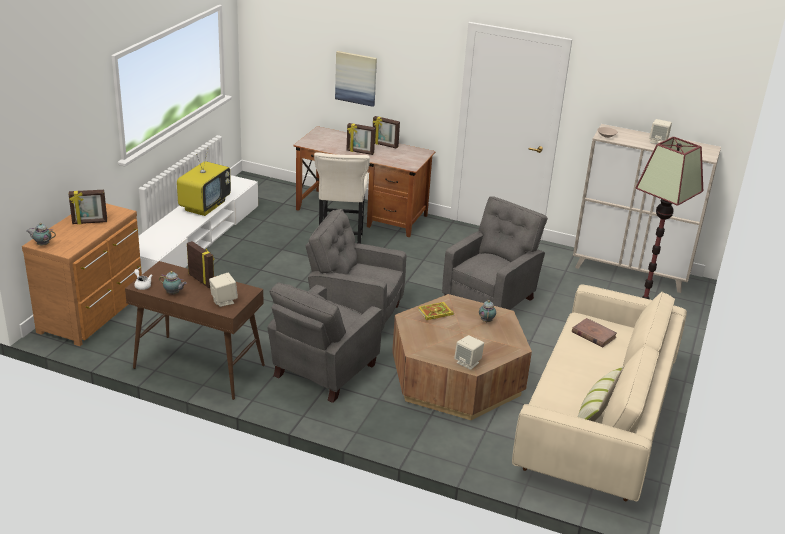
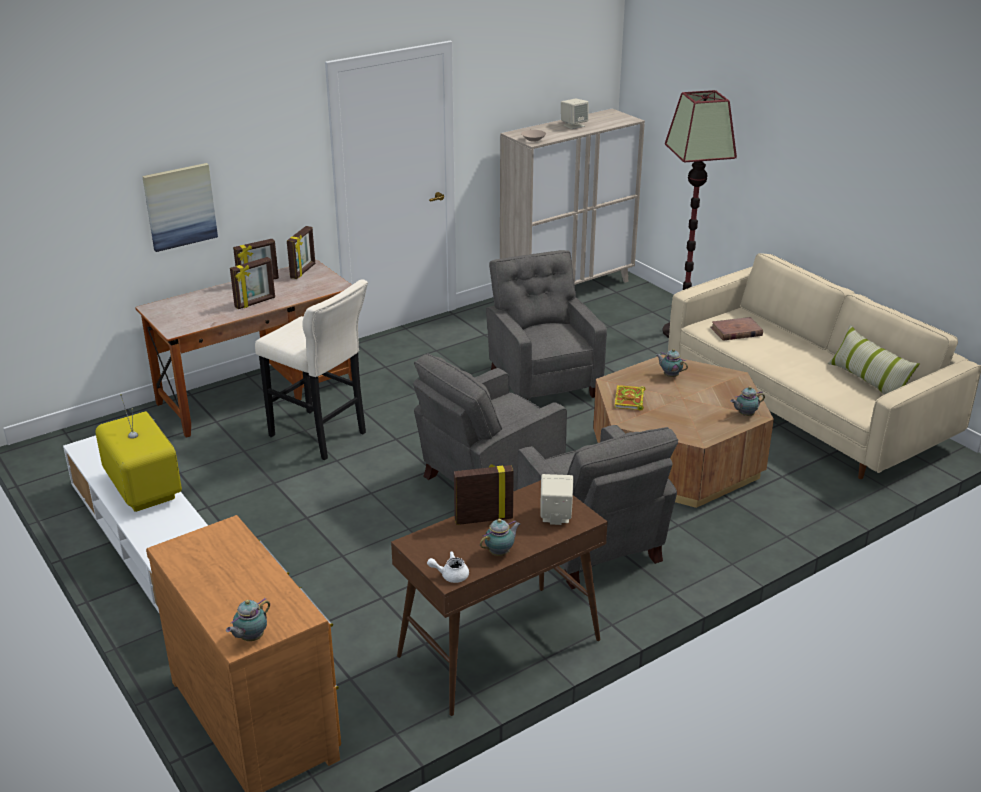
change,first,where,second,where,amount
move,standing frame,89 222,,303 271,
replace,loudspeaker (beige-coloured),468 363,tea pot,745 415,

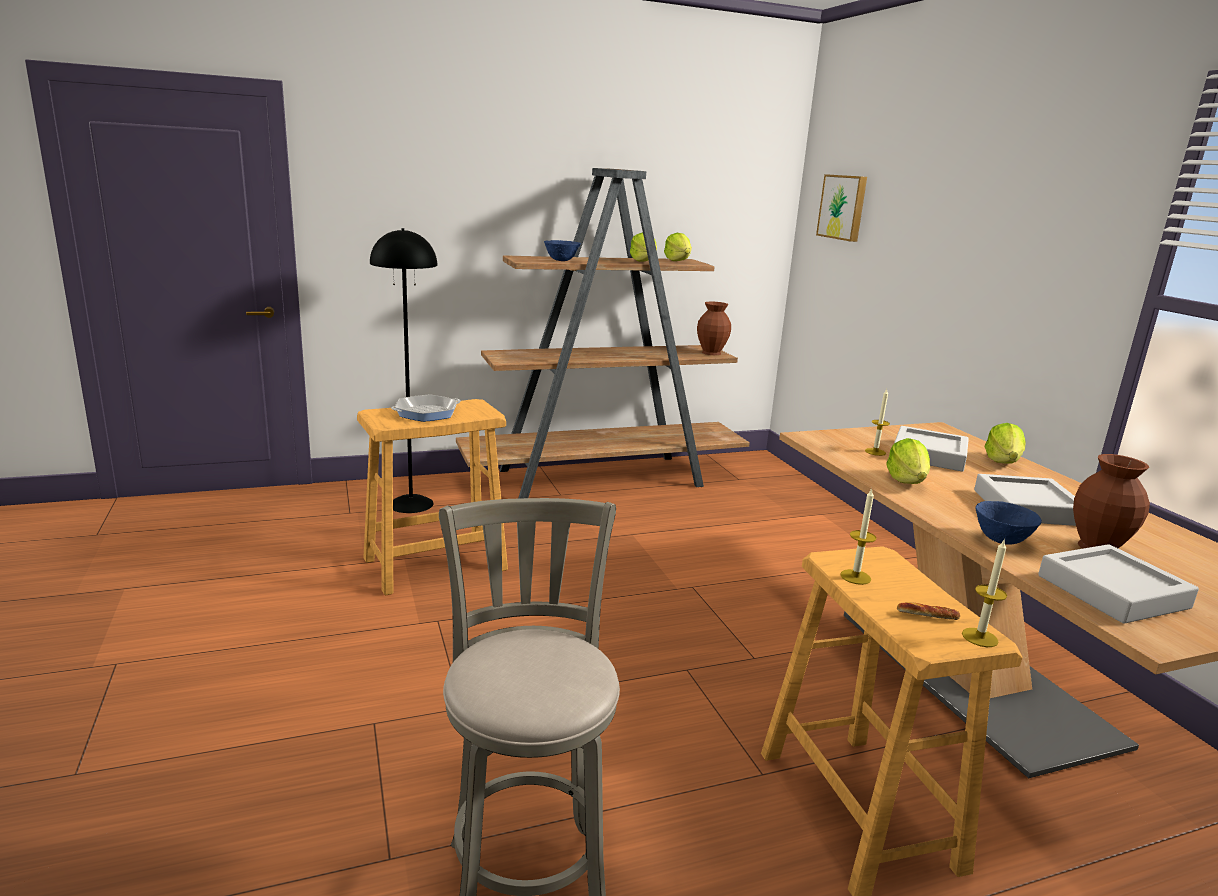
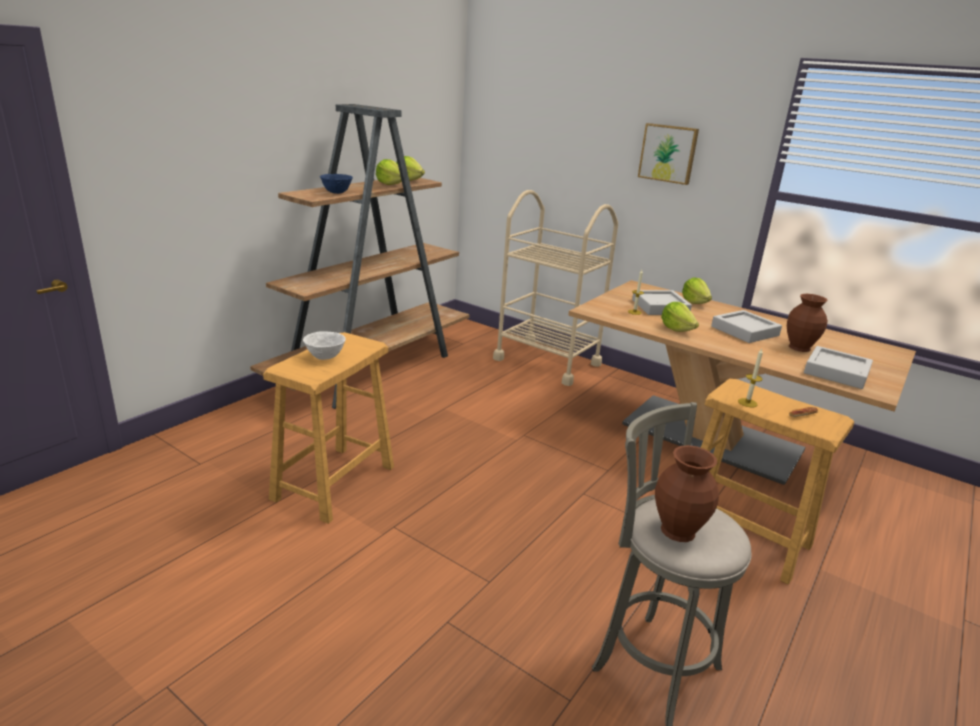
change,first,where,second,where,amount
delete,standard lamp (black-coloured),411 503,,,
delete,wax candle,979 637,,,
delete,deep dish (blue),1001 540,,,
insert,,,cart (beige-coloured),547 361,
move,flower vase (brown-coloured),711 353,,678 531,
move,wall picture,843 207,,668 153,
replace,frying pan,426 413,deep dish (whitish),325 357,

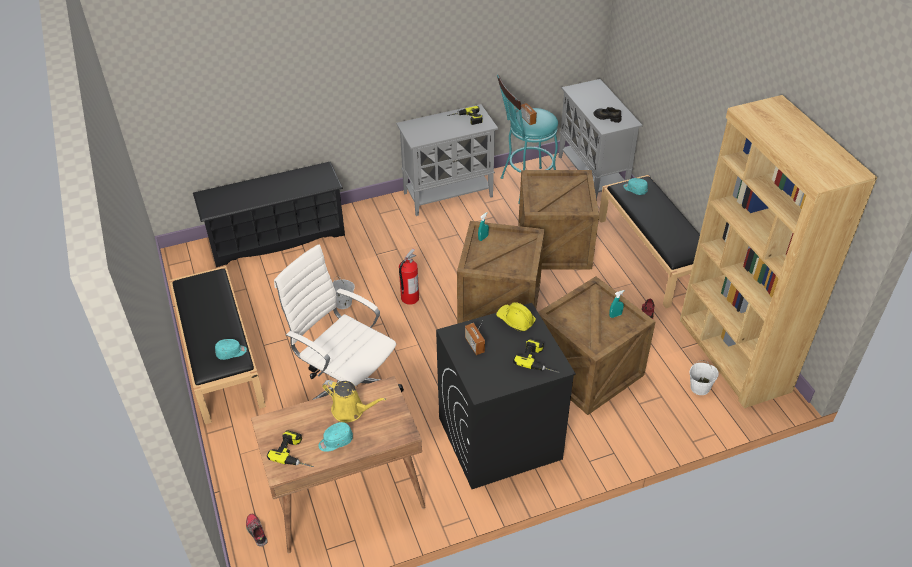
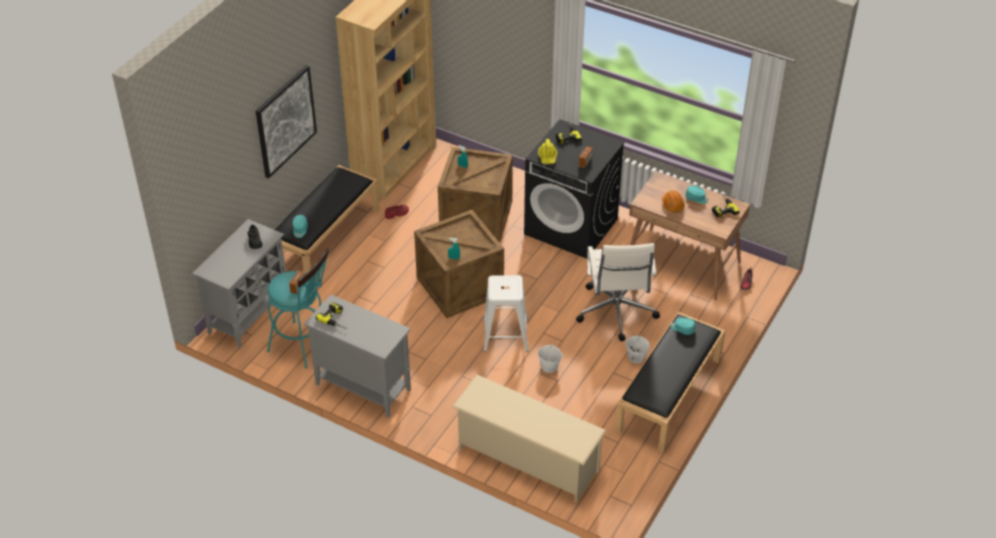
change,first,where,second,where,amount
delete,shipping crate,555 245,,,
insert,,,wall picture,285 121,
move,water bucket (whitish),700 387,,636 357,
replace,watering can (yellowish),351 410,hard hat (orangey),672 205,
replace,fire-fighting cylinder,409 298,stool (whitish),505 335,
recolor,shoe shelf (black-coloured),277 237,shoe shelf (beige-coloured),527 459,

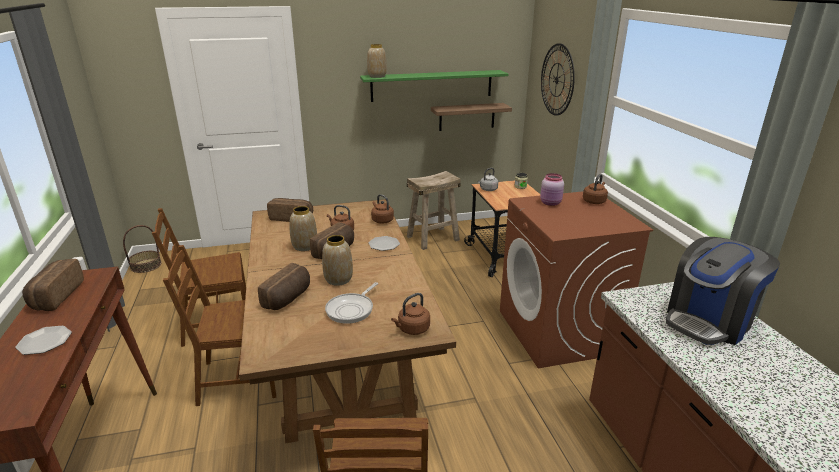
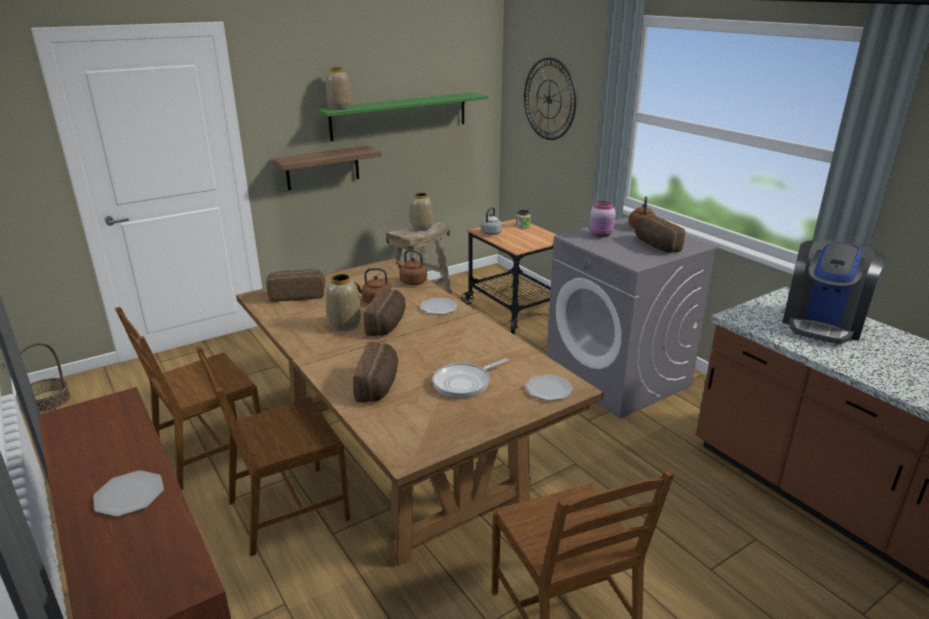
change,first,where,second,where,amount
move,bread,55 296,,655 245,
move,flower vase,338 279,,422 227,
move,shelf,467 117,,322 168,
replace,kettle (brown-coloured),412 329,flat dish,548 389,
recolor,laundry appliance (brown-coloured),559 332,laundry appliance (gray),618 377,
rotate,frying pan,352 309,,464 383,45 degrees clockwise

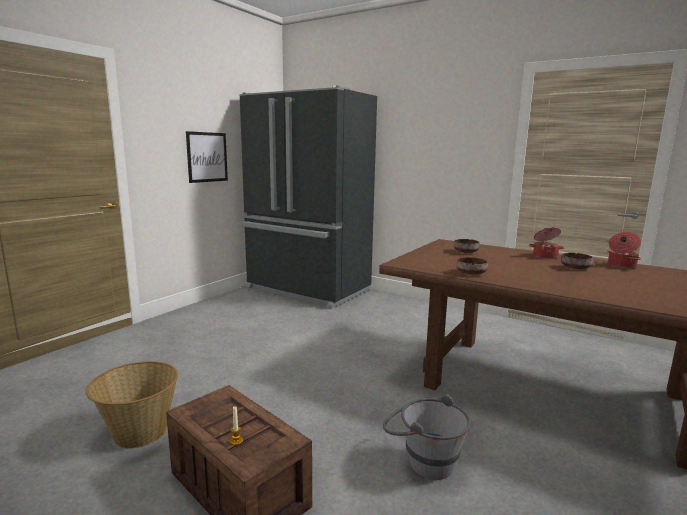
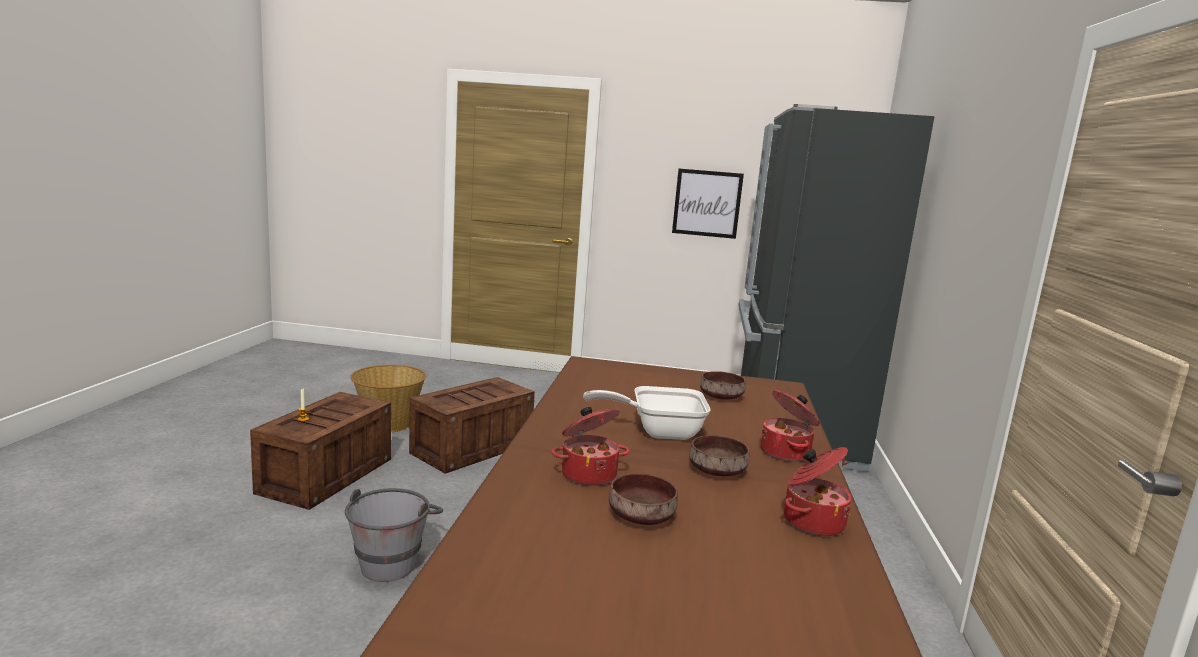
change,first,where,second,where,amount
insert,,,shipping crate,473 447,
insert,,,cooking pot,588 474,
insert,,,frying pan,658 432,
move,deep dish (brown-coloured),471 273,,643 517,

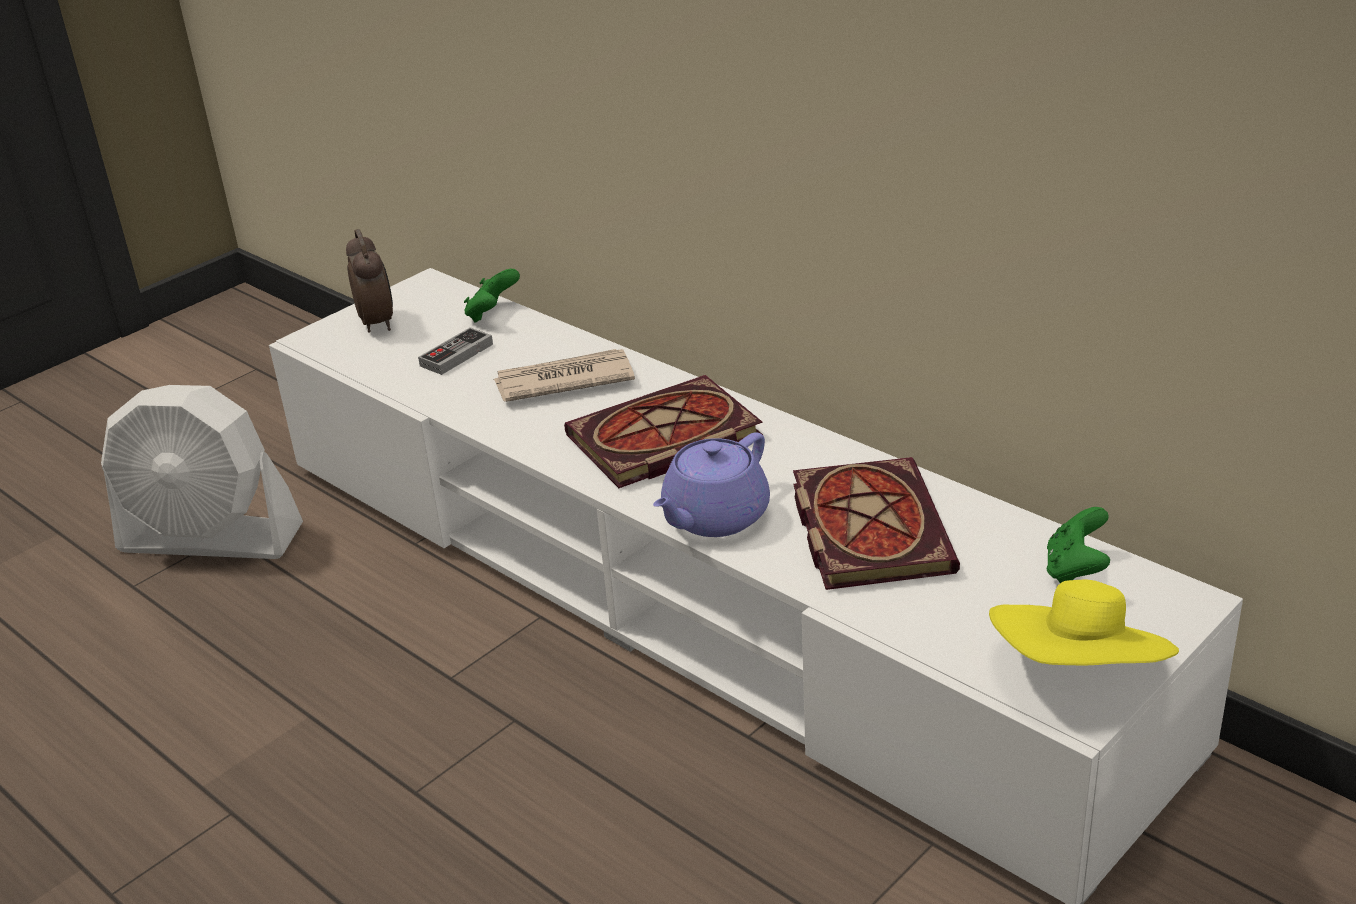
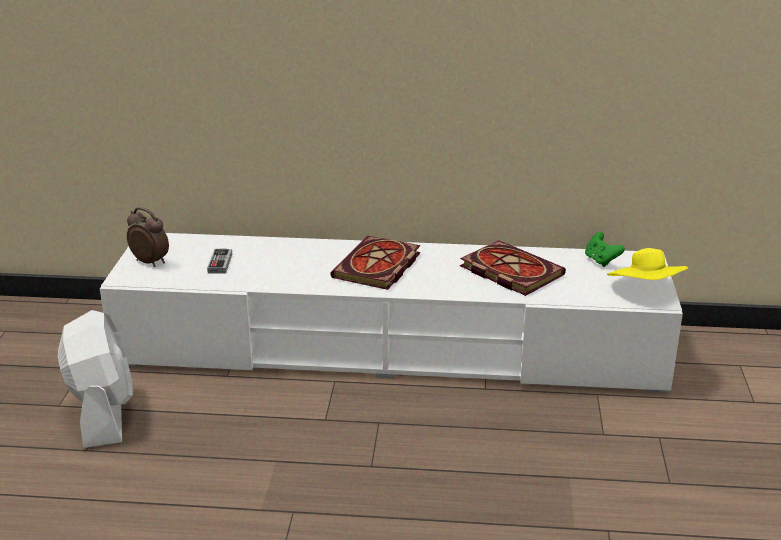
change,first,where,second,where,amount
delete,gamepad (green-coloured),492 314,,,
delete,daily paper,563 381,,,
delete,tea pot (purplish),714 517,,,
rotate,electric fan (whitish),211 539,,103 413,75 degrees counterclockwise

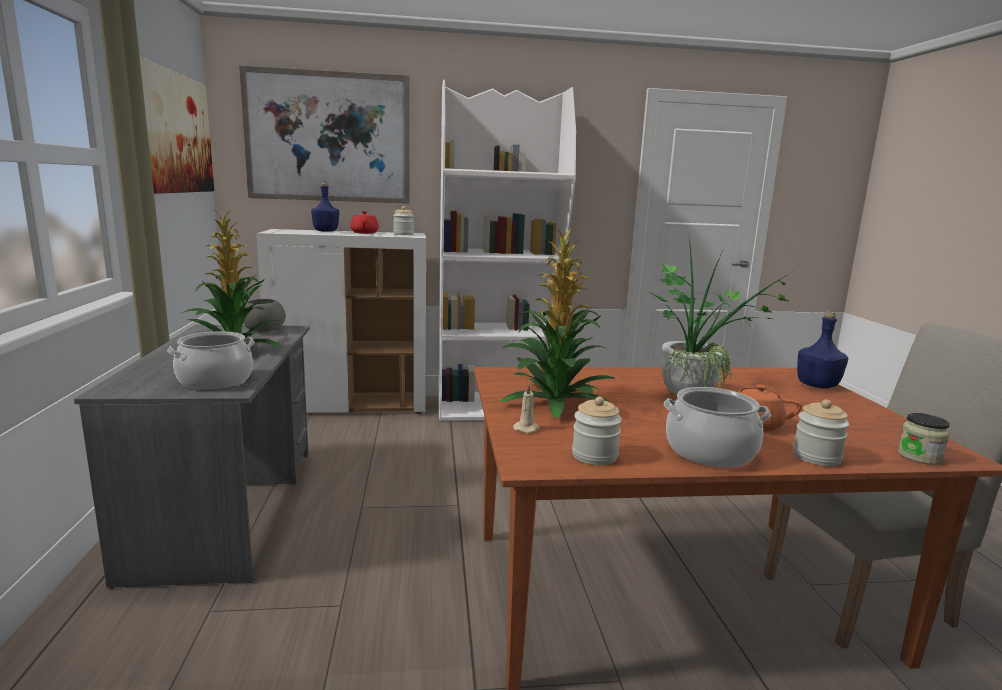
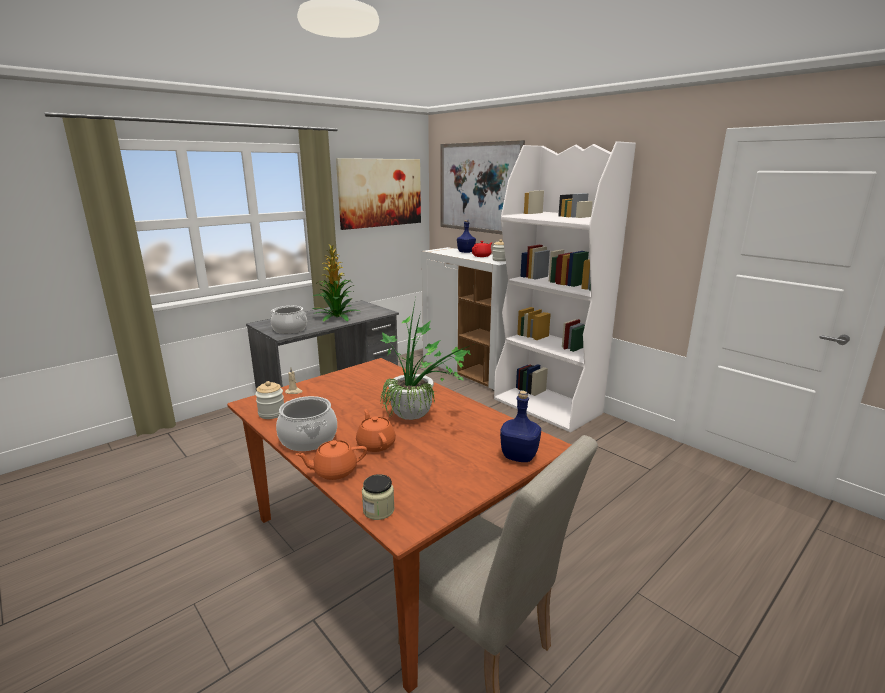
change,first,where,second,where,amount
delete,deep dish (gray),263 330,,,
delete,houseplant,555 402,,,
replace,storage jar,816 457,tea pot (orangey),334 471,

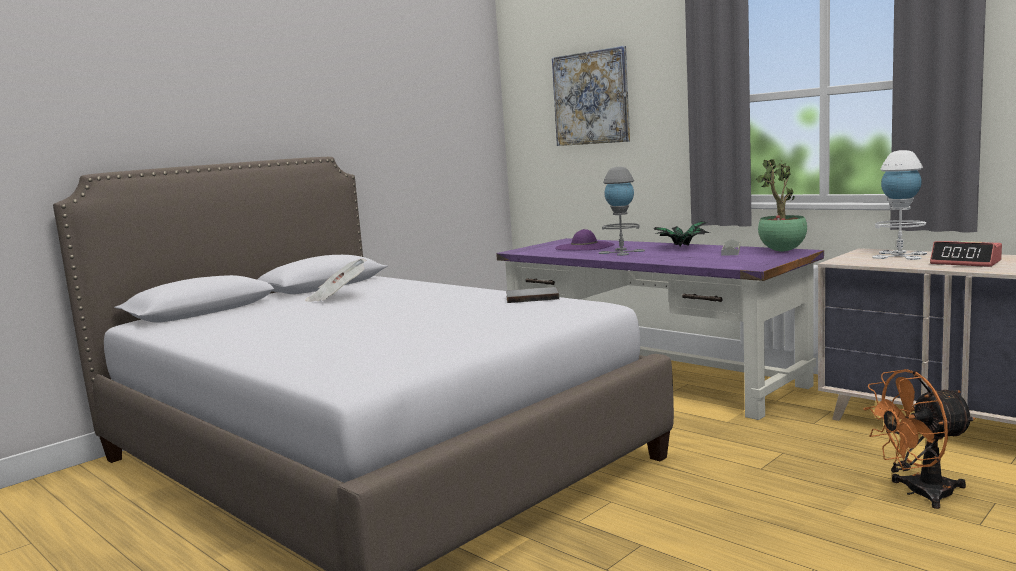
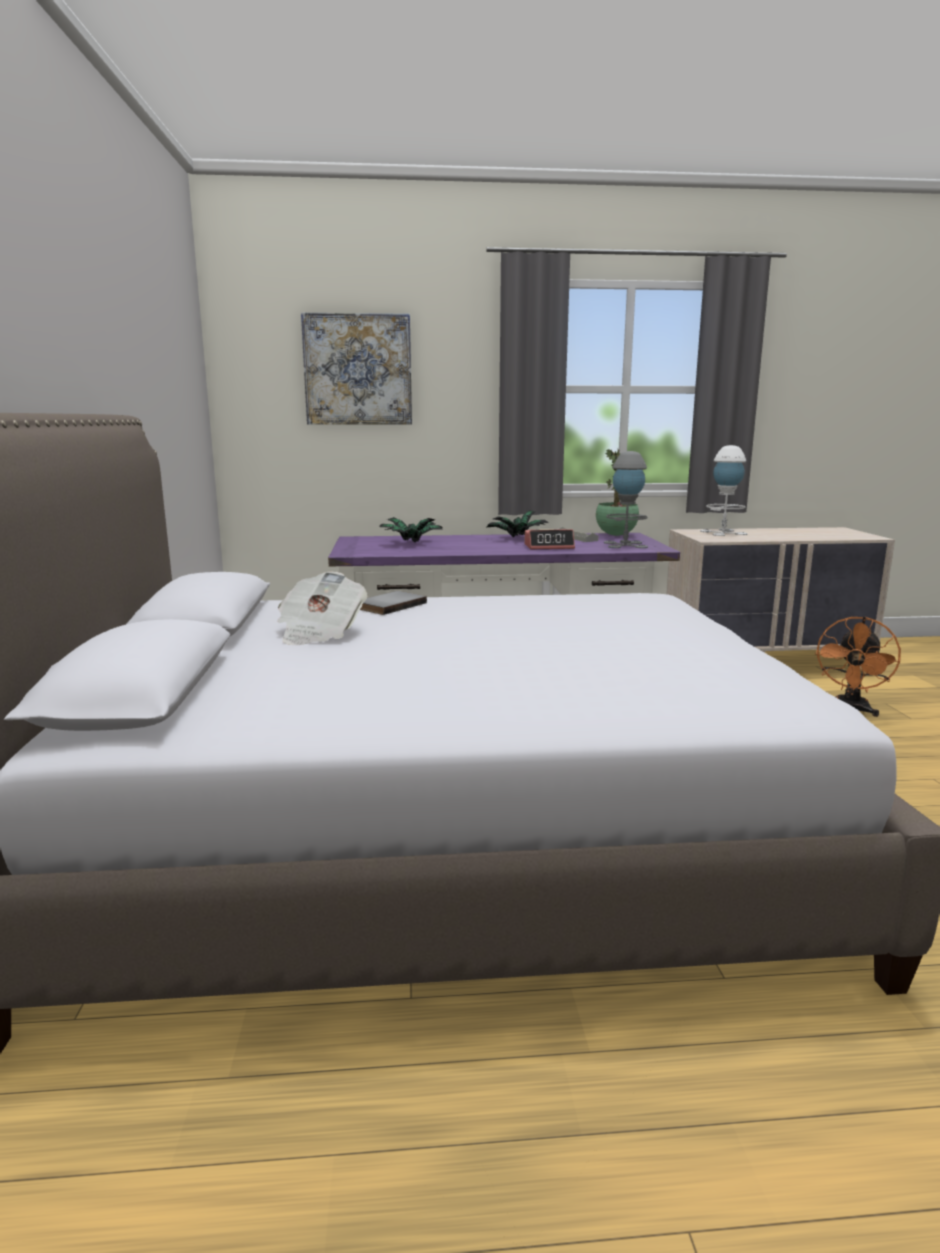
change,first,where,second,where,amount
move,book (gray),532 297,,389 605,
move,lamp for a table (gray),621 252,,625 545,
move,bedside clock,966 262,,549 547,
replace,clothing hat (purplish),584 246,houseplant,410 543,

